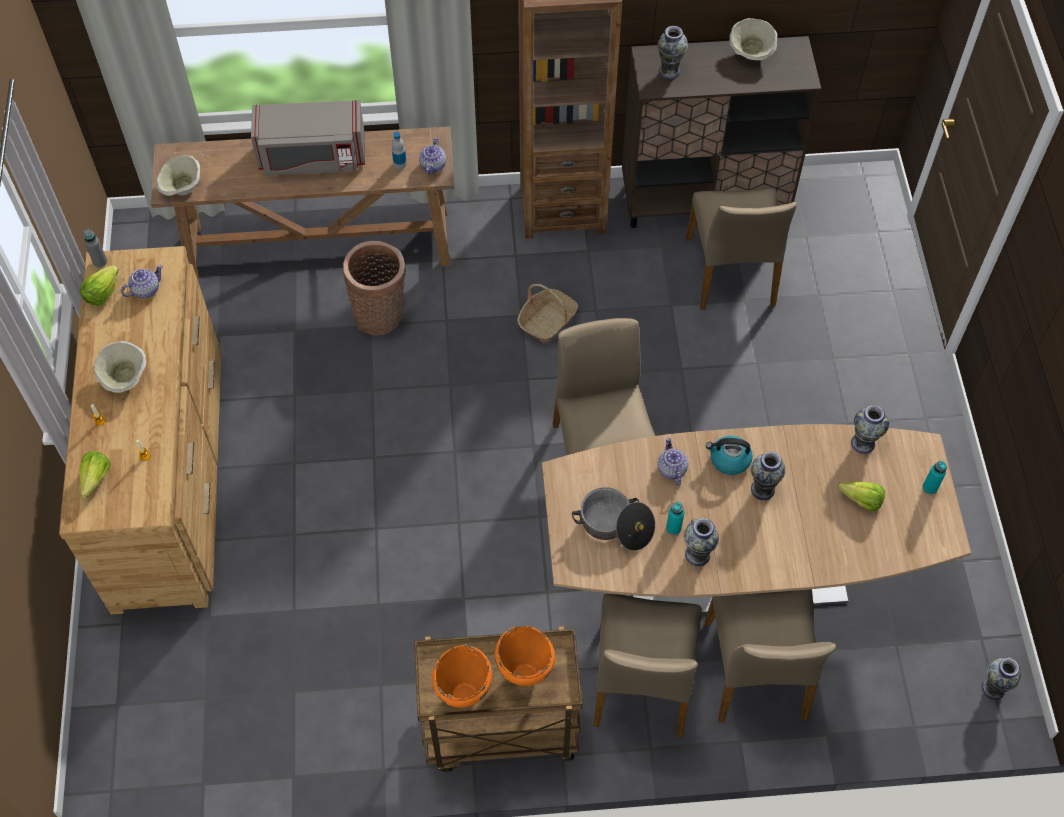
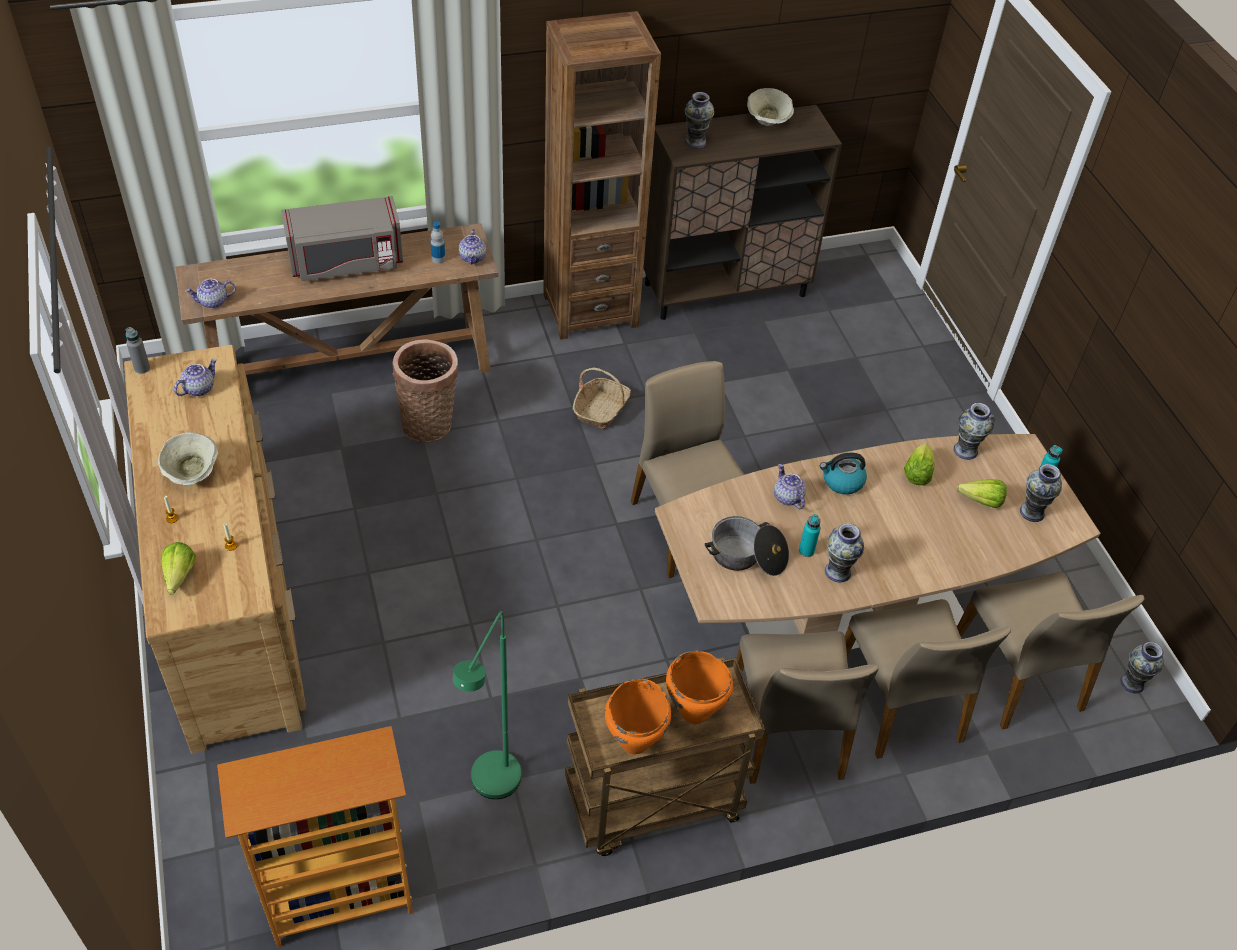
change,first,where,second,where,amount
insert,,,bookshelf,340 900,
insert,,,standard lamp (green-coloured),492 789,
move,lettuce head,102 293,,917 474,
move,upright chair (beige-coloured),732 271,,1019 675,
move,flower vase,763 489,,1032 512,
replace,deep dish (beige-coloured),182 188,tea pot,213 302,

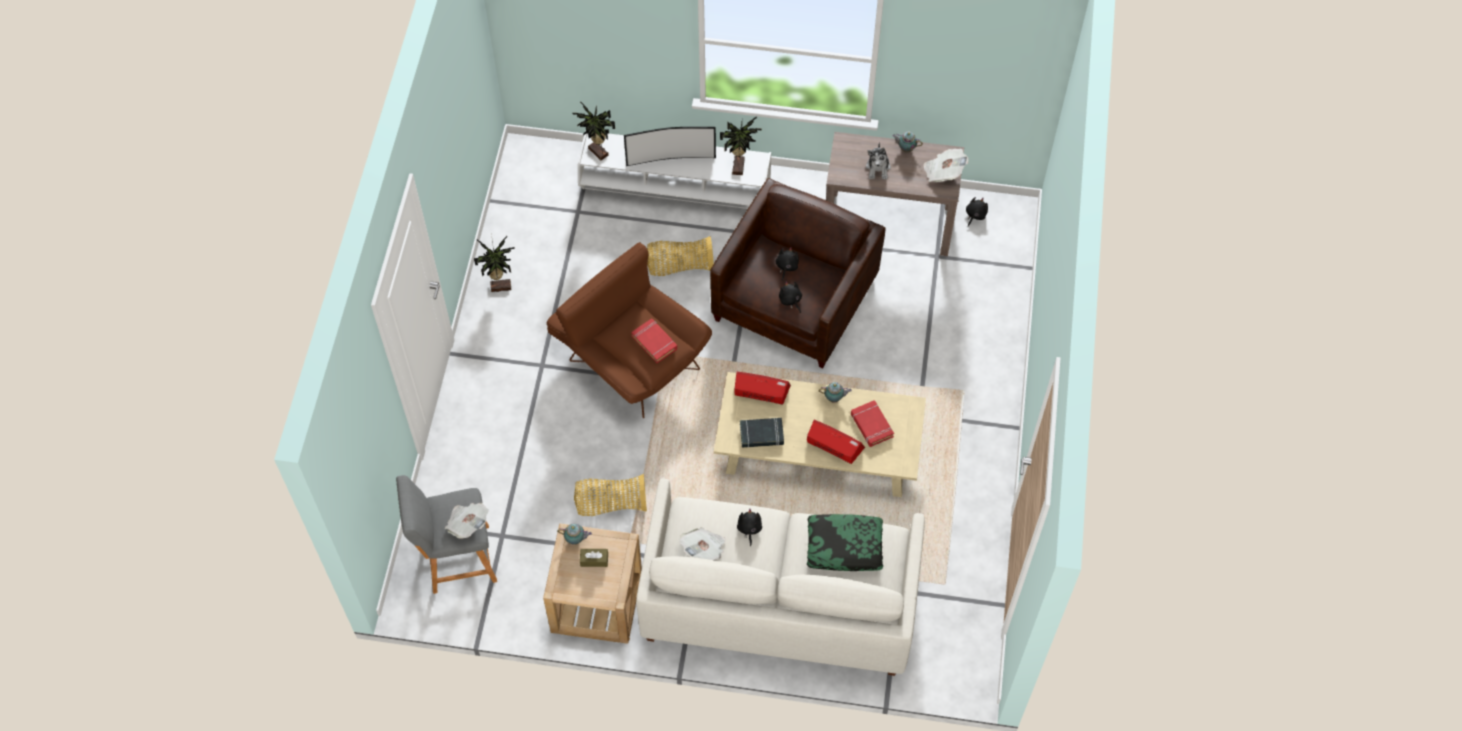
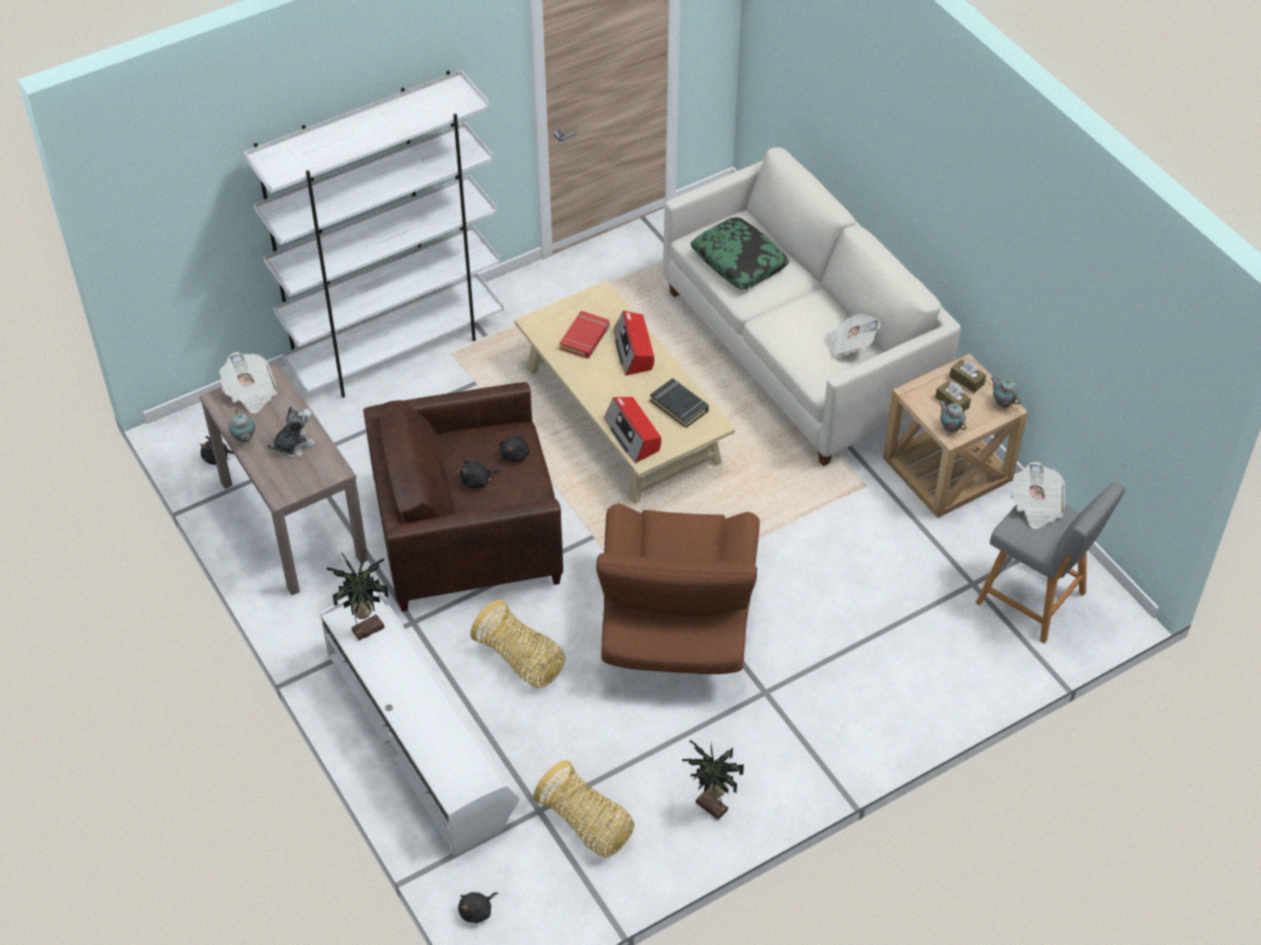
change,first,where,second,where,amount
delete,houseplant,597 153,,,
delete,TV set,670 158,,,
delete,book (red-coloured),654 342,,,
insert,,,bookshelf (whitish),396 349,
insert,,,tissue box (brown-coloured),966 380,
move,household basket,611 503,,586 824,
move,soft toy (black-coloured),749 529,,477 911,
move,tea pot,834 398,,1002 402,

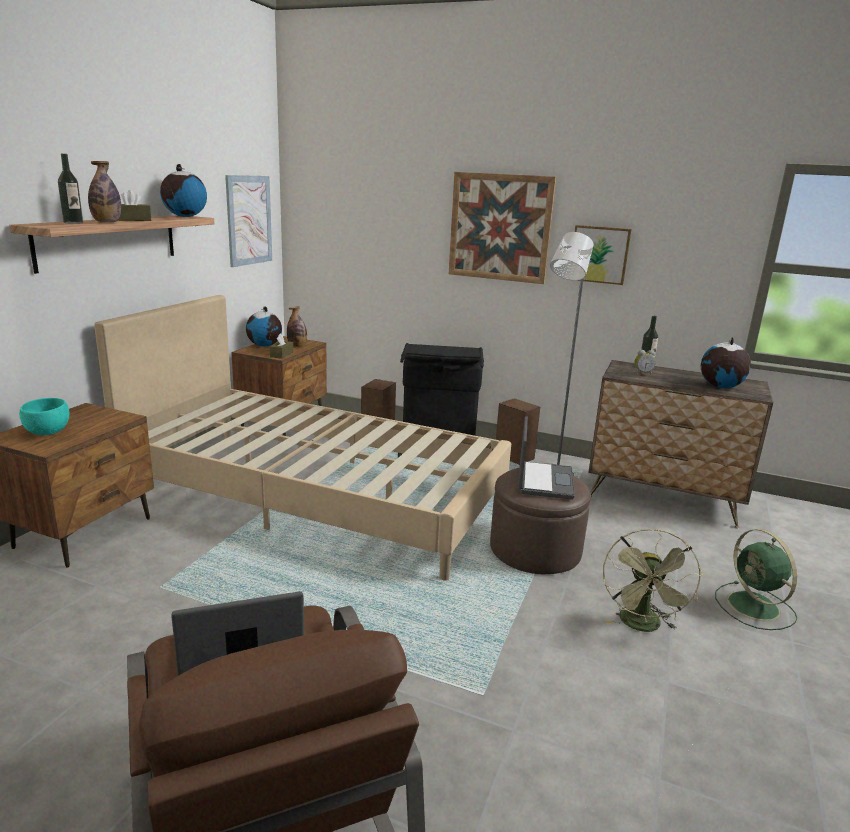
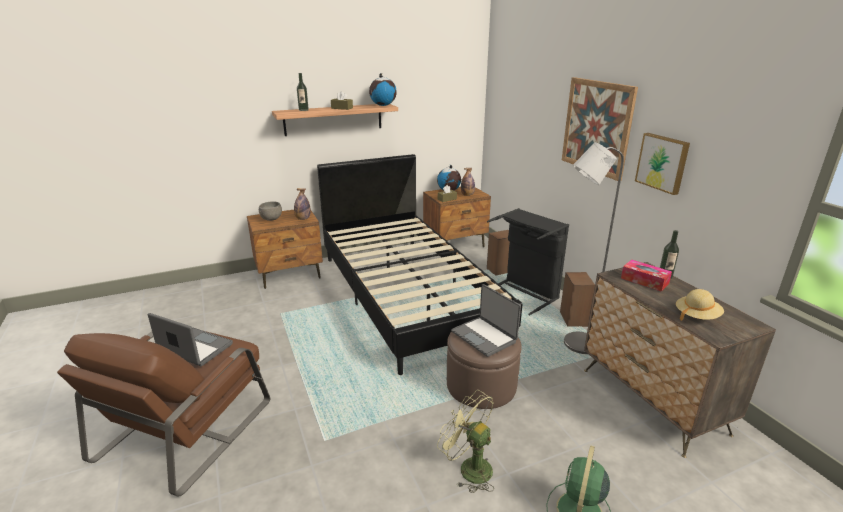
change,first,where,second,where,amount
delete,wall picture,249 220,,,
move,beverage bottle,107 222,,303 219,
replace,bedside clock,642 373,tissue box,644 281,
replace,globe,720 387,clothing hat (beige-coloured),696 316,
recolor,deep dish (turquoise),47 432,deep dish (gray),271 219,
recolor,sleeping bed (beige-coloured),314 494,sleeping bed (black-coloured),407 295,
rotate,portable computer,543 481,,484 336,90 degrees clockwise
rotate,electric fan (green-coloured),642 626,,469 467,75 degrees clockwise

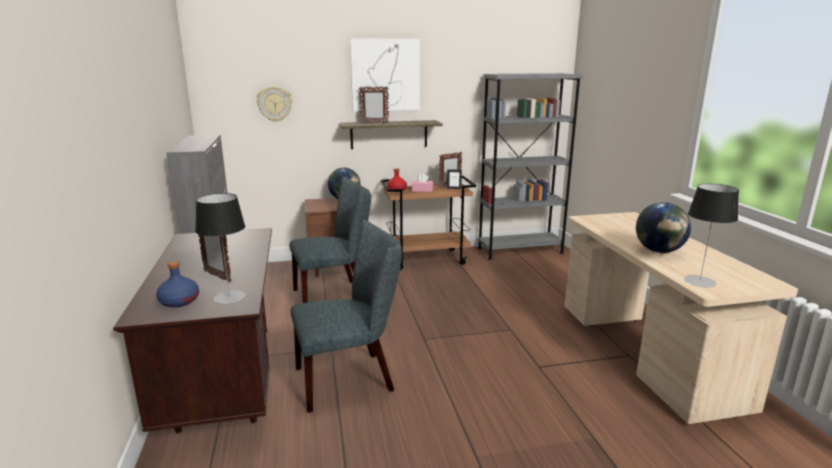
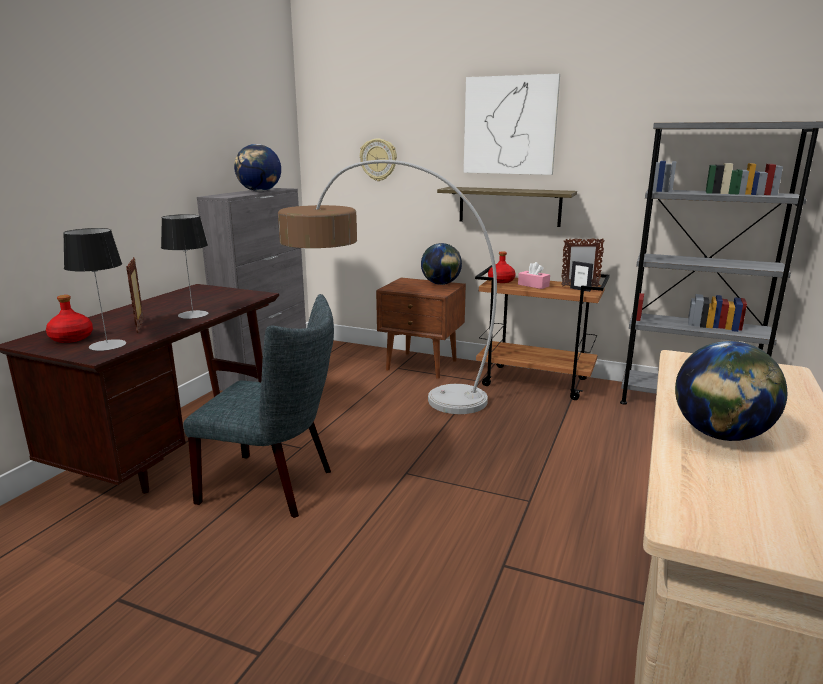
change,first,where,second,where,amount
delete,standing frame,374 123,,,
insert,,,globe,259 191,
move,lamp for a table,700 281,,193 314,
replace,upright chair (gray),335 295,standard lamp,379 394,
recolor,beverage bottle (blue),179 301,beverage bottle (red-coloured),71 338,

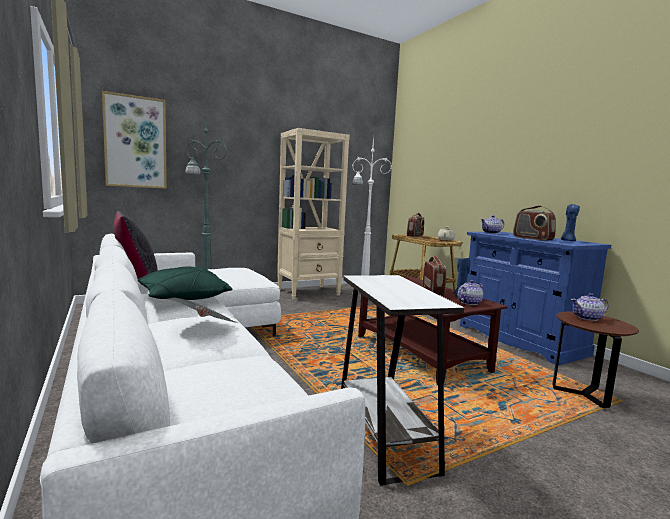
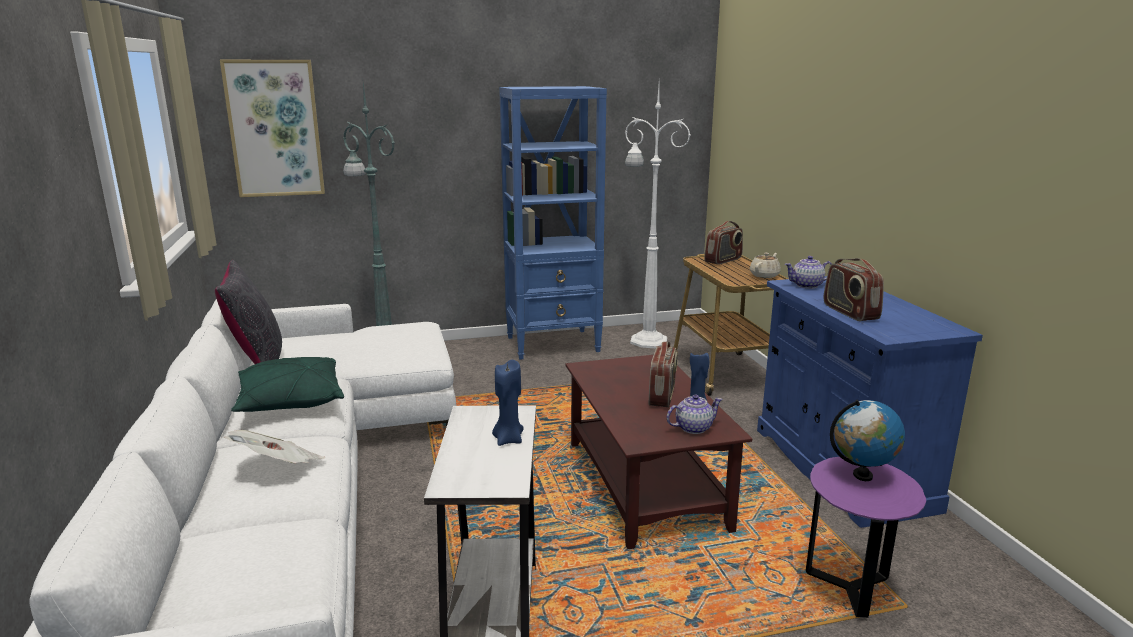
change,first,where,second,where,amount
move,wax candle (blue),567 240,,508 439,
replace,tea pot,587 318,globe,862 475,
recolor,bookshelf (beige-coloured),309 292,bookshelf (blue),554 344,
recolor,end table (brown-coloured),584 395,end table (purplish),850 589,

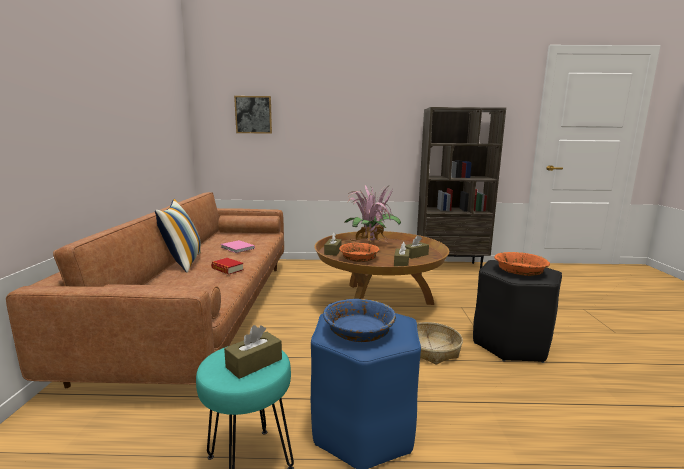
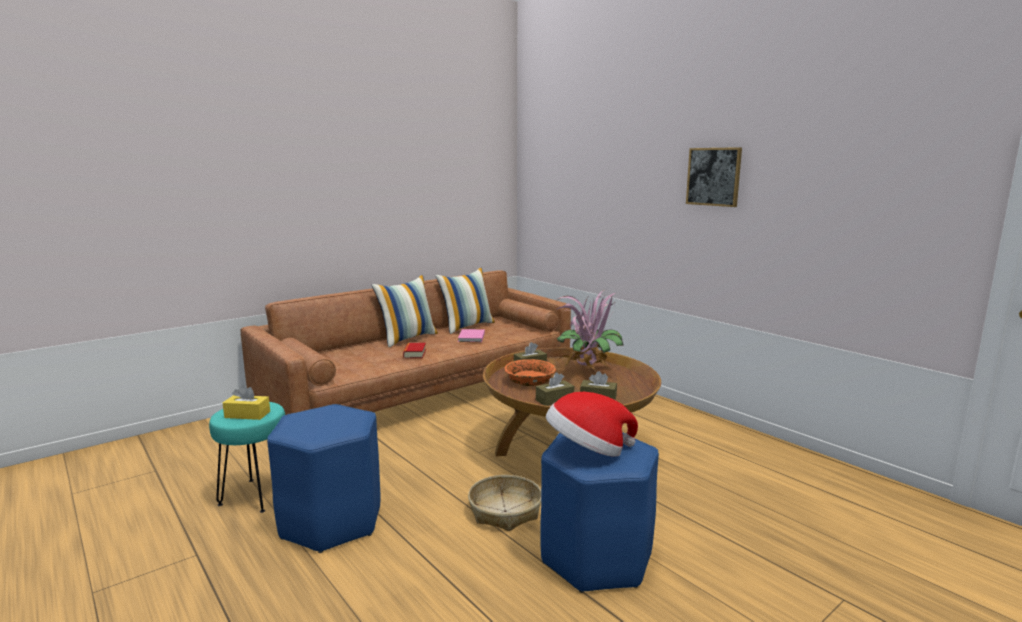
change,first,where,second,where,amount
delete,deep dish (blue),359 331,,,
delete,bookshelf (brown-coloured),451 266,,,
insert,,,throw pillow,467 326,
move,wall picture,253 115,,713 176,
replace,deep dish (orangey),520 272,clothing hat,588 451,
recolor,tissue box (brown-coloured),254 363,tissue box (yellowish),247 414,
recolor,stool (black-coloured),511 344,stool (blue),597 558,

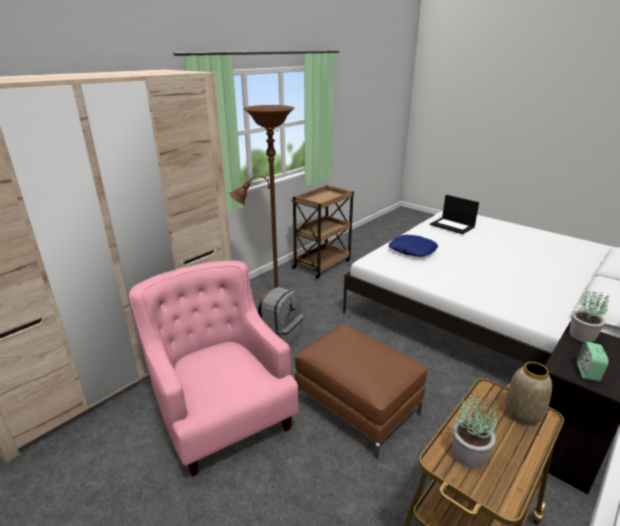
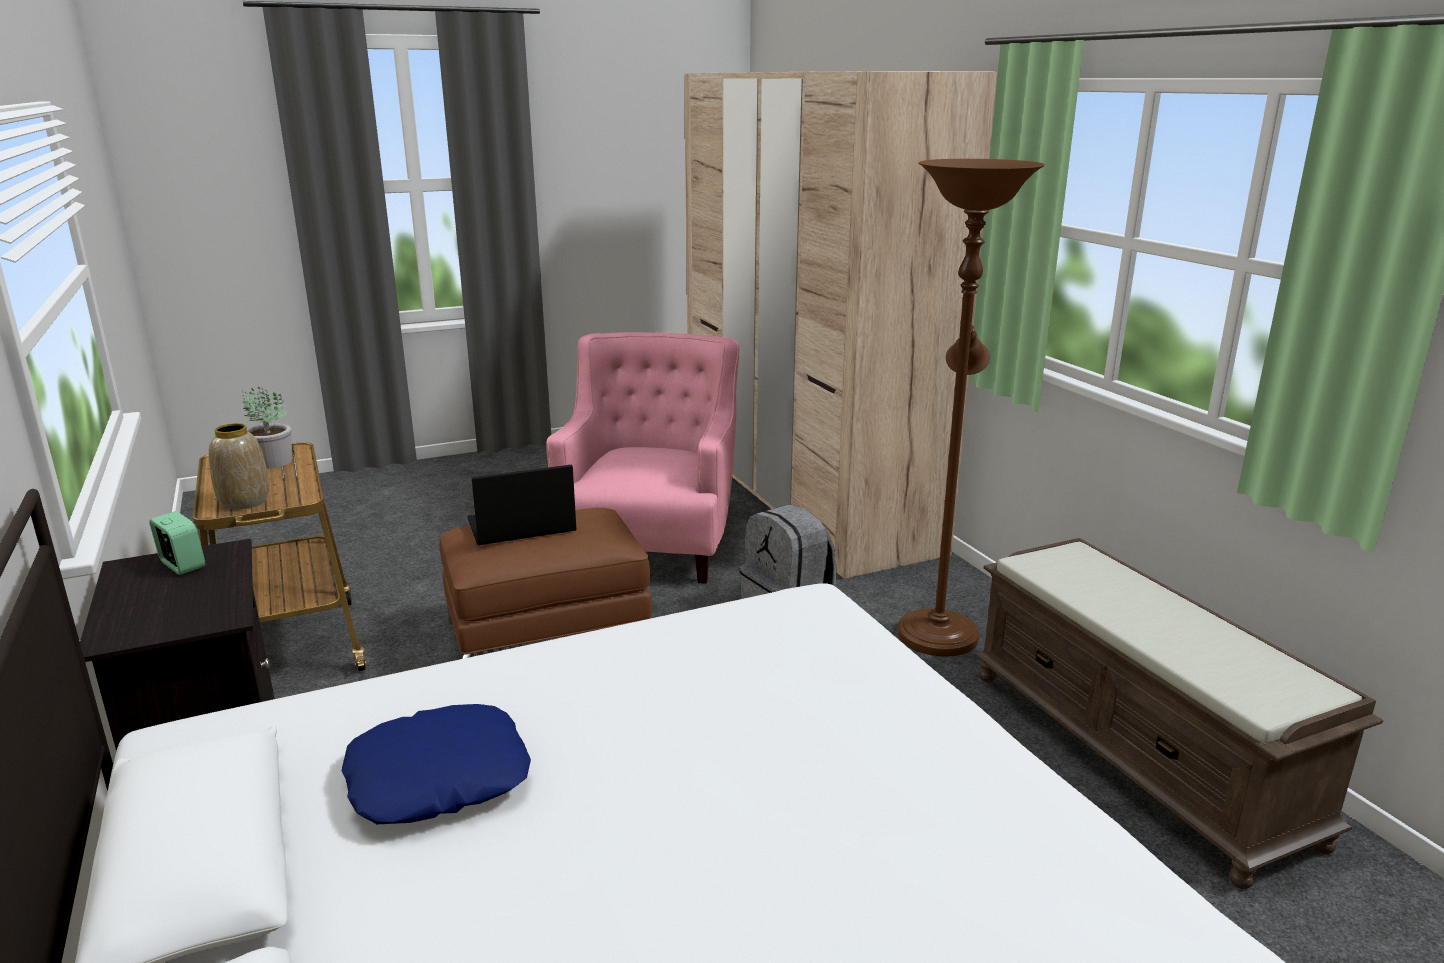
change,first,where,second,where,amount
delete,houseplant,582 335,,,
move,throw pillow (blue),412 250,,438 777,
move,portable computer,452 226,,520 526,
replace,cart (brown-coloured),322 264,indoor bench (brown-coloured),1137 754,
rotate,armchair (pink),221 411,,651 542,75 degrees counterclockwise

